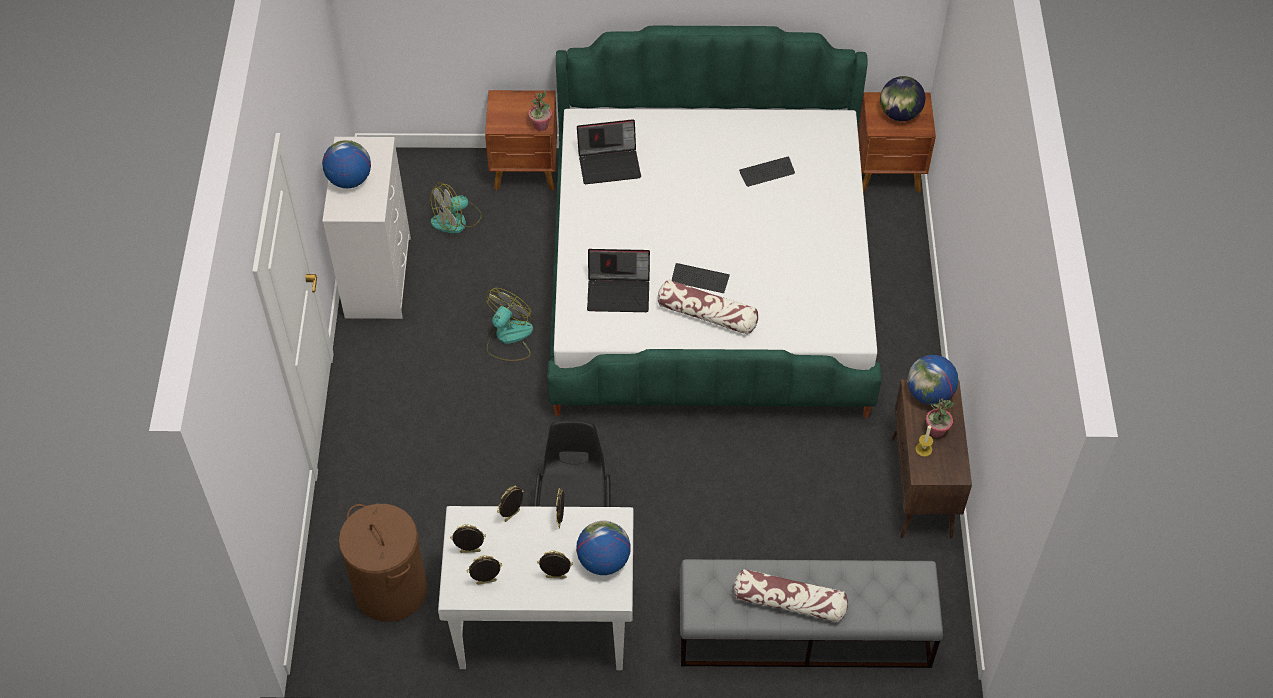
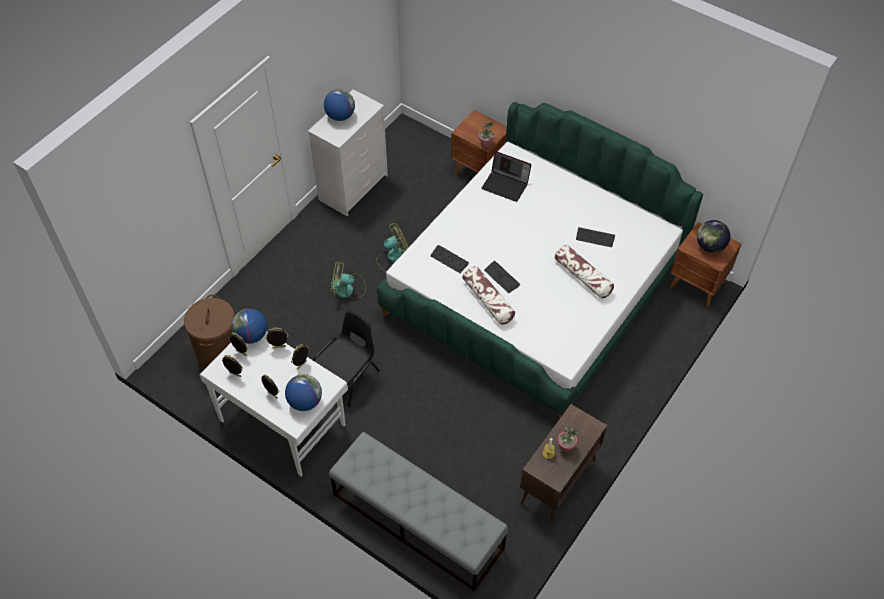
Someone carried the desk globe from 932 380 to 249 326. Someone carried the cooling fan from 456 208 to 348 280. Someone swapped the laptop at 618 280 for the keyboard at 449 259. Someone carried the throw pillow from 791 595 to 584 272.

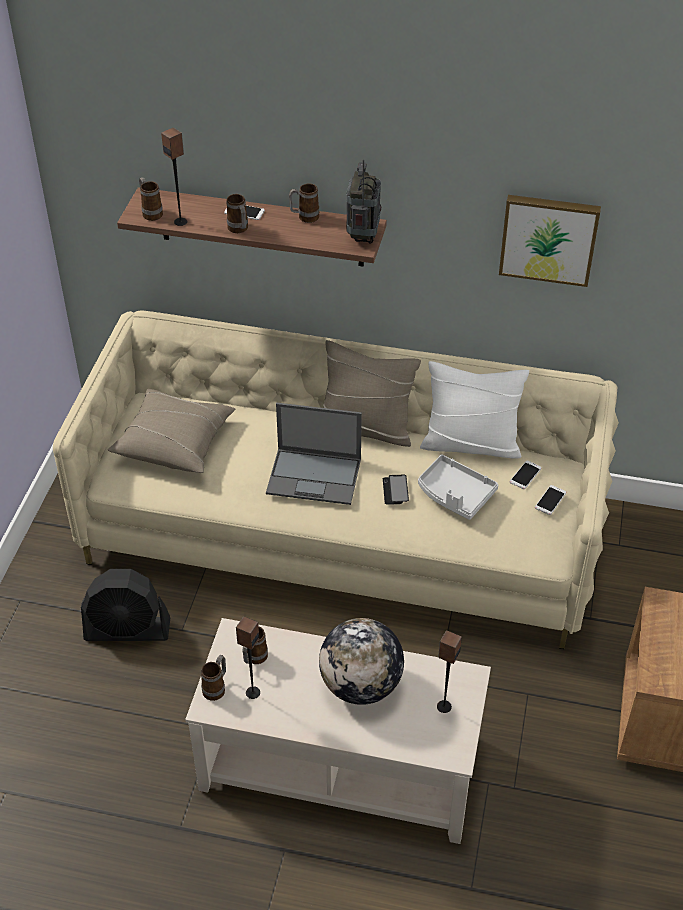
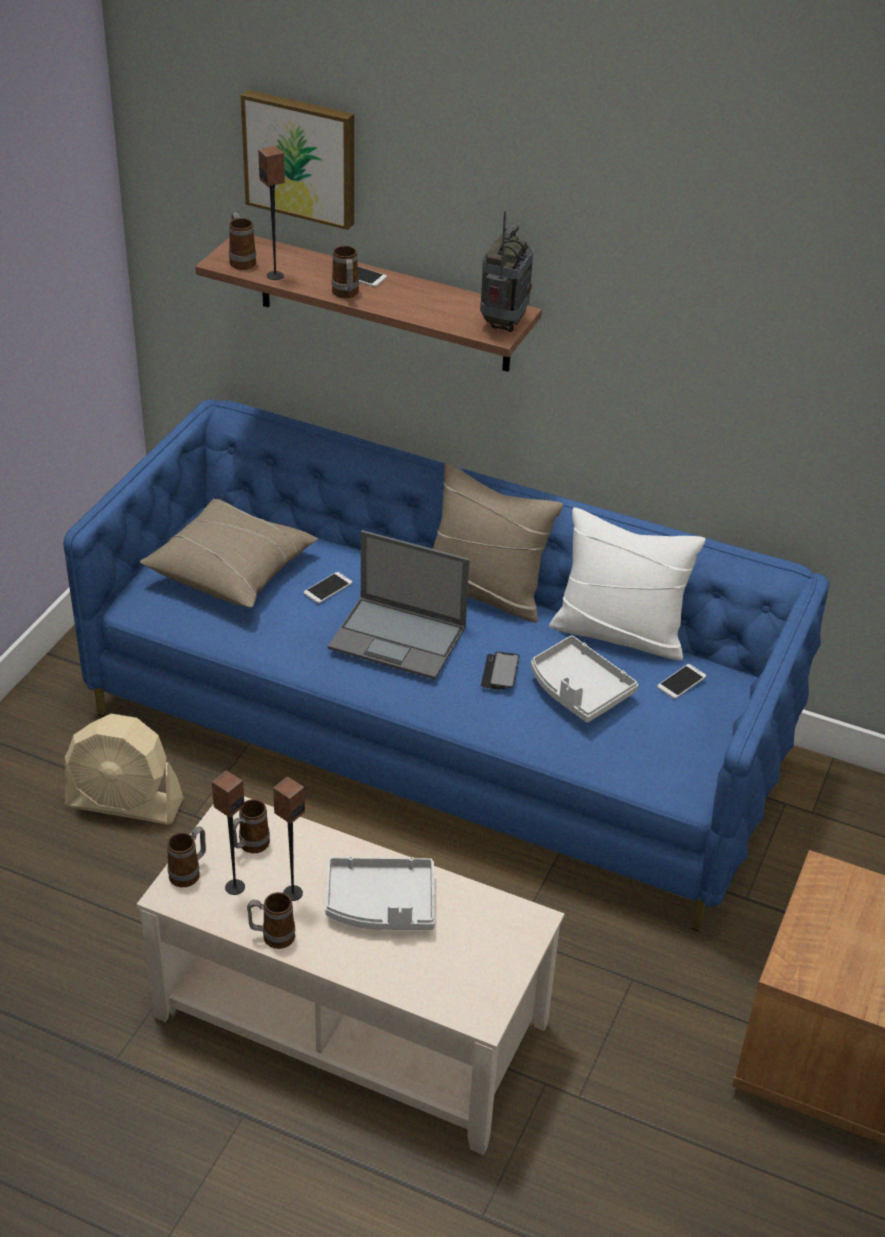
Someone repainted the beige sofa at 336 480, which became the blue sofa at 446 665. Someone repainted the blackish cooling fan at 125 605, which became the beige cooling fan at 124 769. Someone carried the wall picture from 550 241 to 297 160. Someone carried the tea mug from 304 203 to 271 920. Someone carried the loudspeaker from 449 671 to 289 838. Someone carried the handset from 550 500 to 328 587. Someone swapped the desk globe at 361 661 for the grey tray at 380 893.

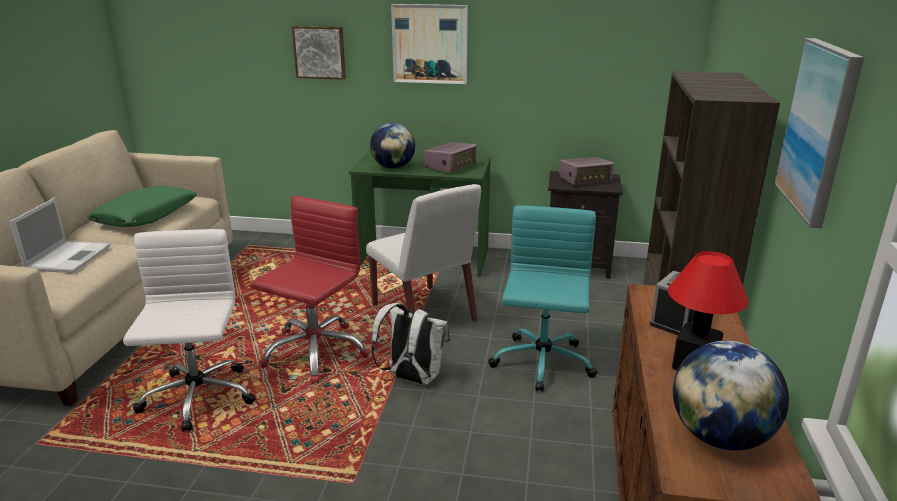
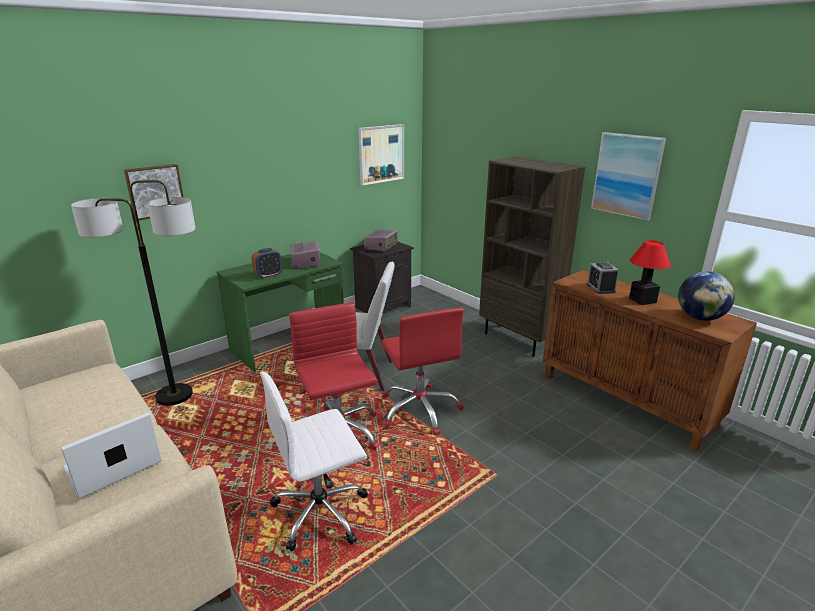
Someone rotated the laptop at 60 235 by 90 degrees counterclockwise. Someone put down the floor lamp at 133 293. Someone swapped the desk globe at 392 146 for the table clock at 267 263. Someone rotated the whitish office chair at 189 330 by 60 degrees counterclockwise. Someone carried the wall picture from 429 44 to 381 154. Someone swapped the whitish backpack at 410 344 for the reddish office chair at 422 371. Someone took away the greenish throw pillow at 142 206. Someone took away the turquoise-coloured office chair at 543 299.

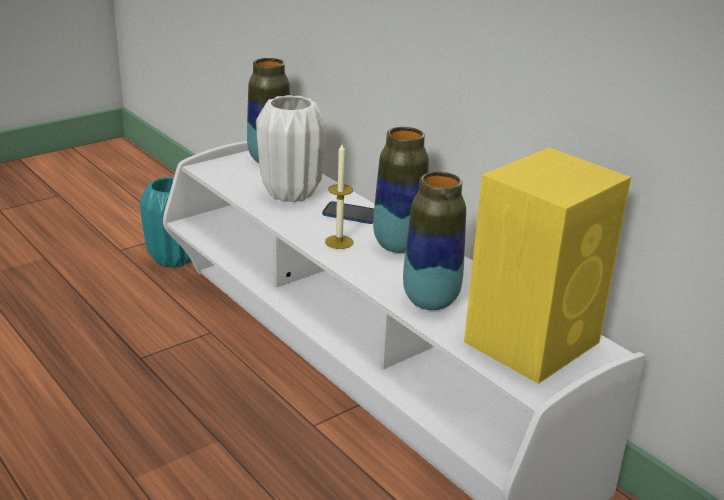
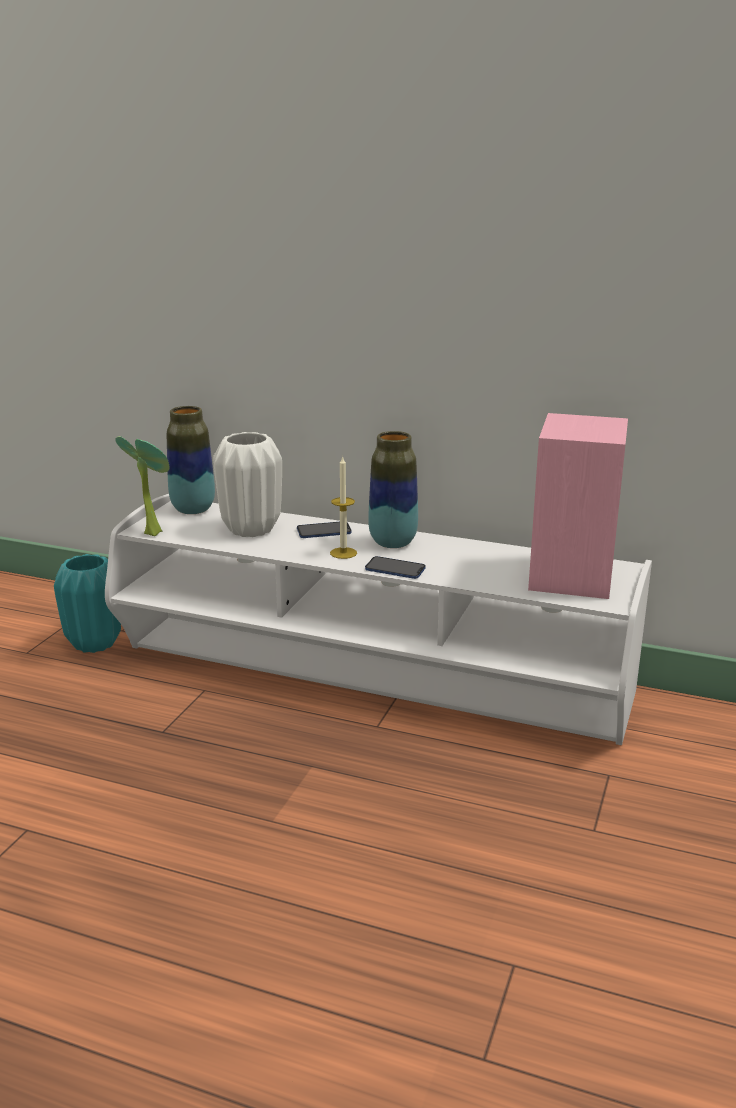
Someone put down the potted plant at 142 486. Someone put down the handset at 395 567. Someone repainted the yellowish loudspeaker at 547 266, which became the pink loudspeaker at 578 506. Someone took away the decorative vase at 434 241.

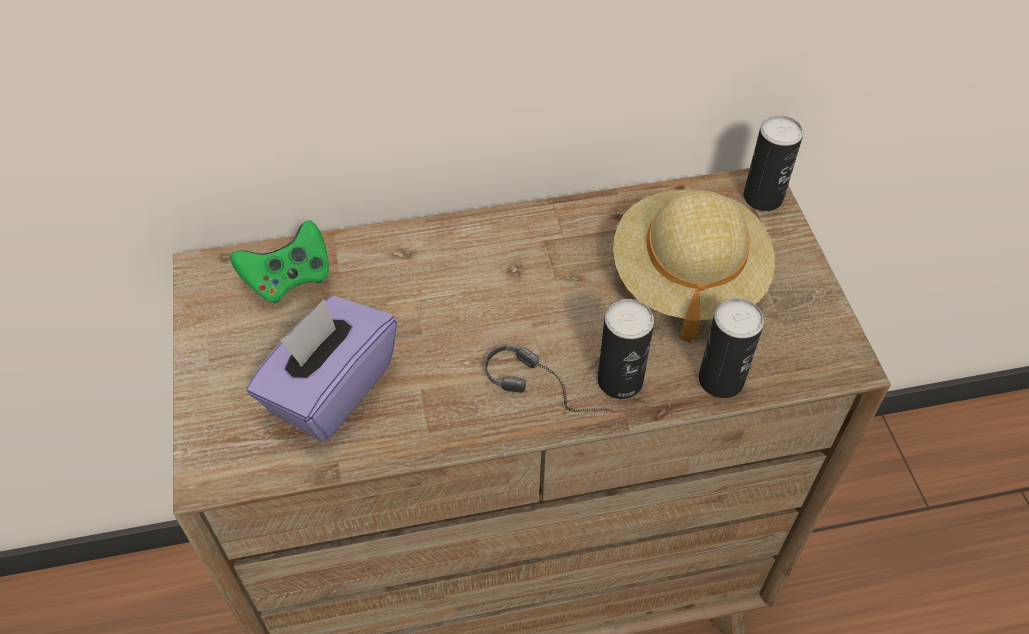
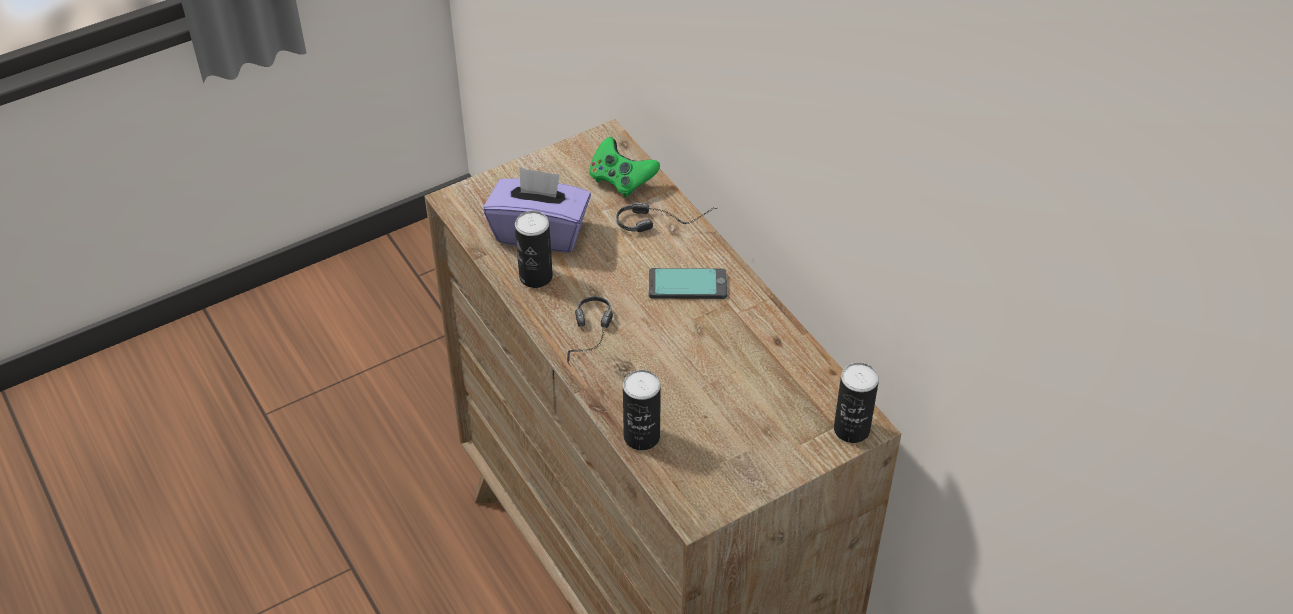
Someone carried the can from 626 349 to 534 249. Someone put down the headset at 666 217. Someone put down the handset at 688 283. Someone took away the beige clothing hat at 694 266.

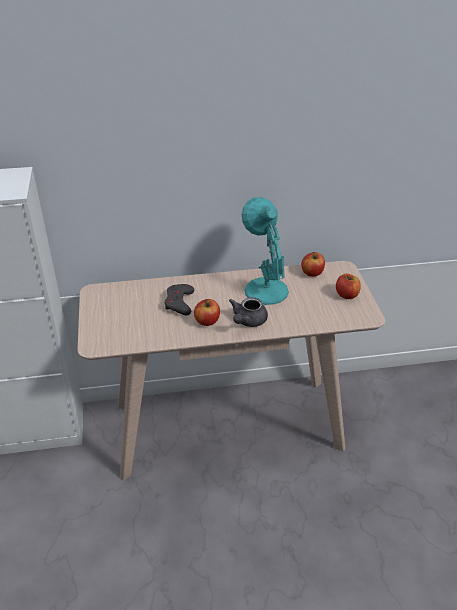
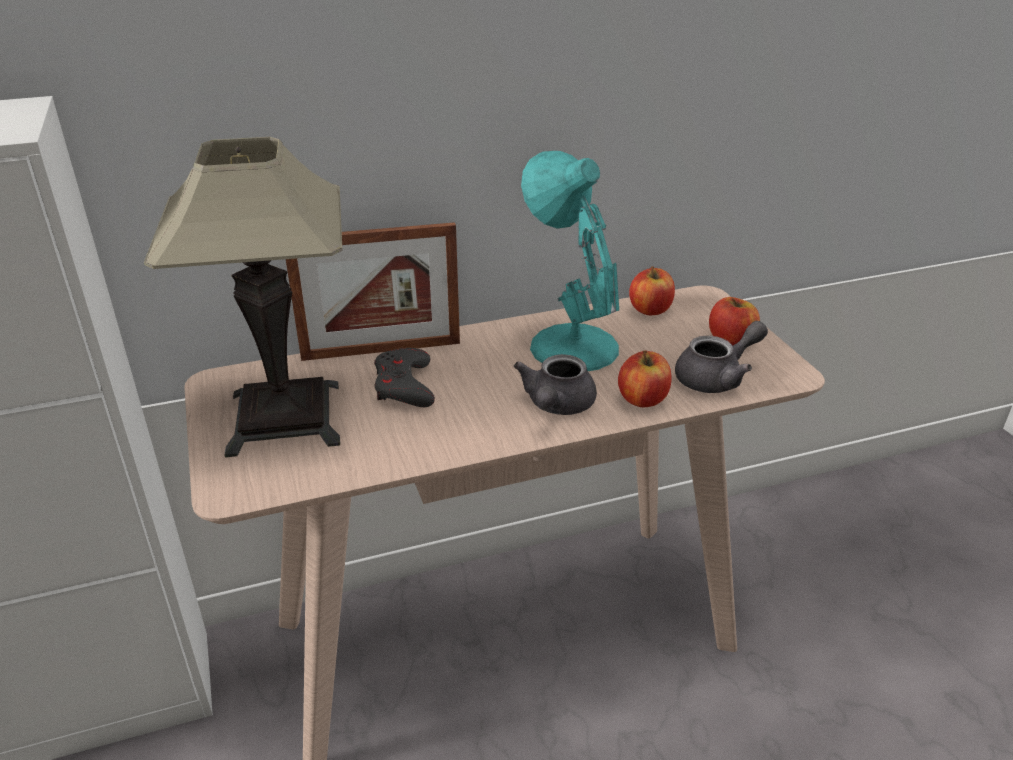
Someone put down the table lamp at 243 297. Someone put down the photo frame at 373 291. Someone carried the whole apple from 207 312 to 645 379. Someone put down the grey pot for tea at 721 357.

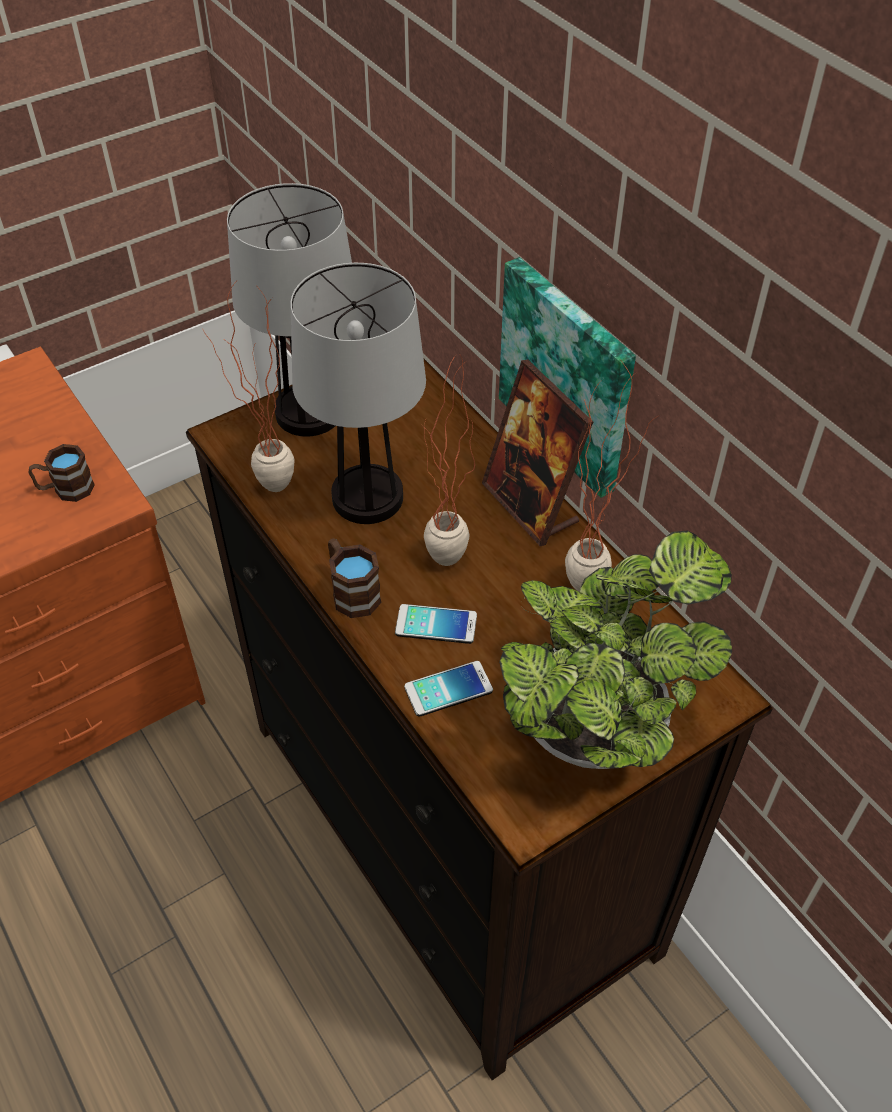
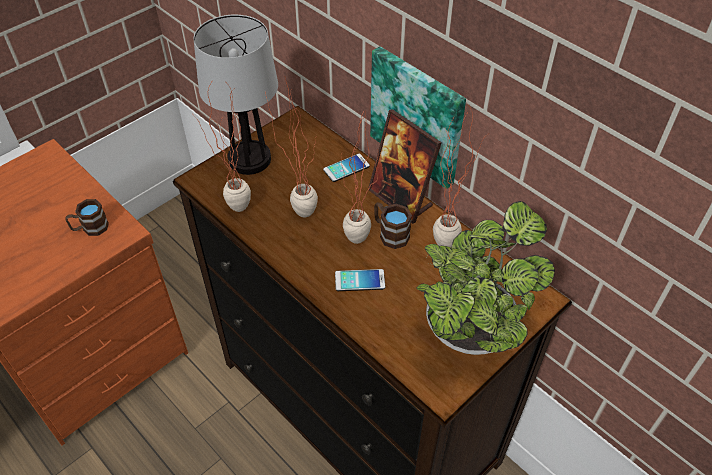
Someone swapped the table lamp at 358 393 for the potted plant at 291 147. Someone carried the handset from 448 689 to 346 168. Someone carried the brown tea mug from 354 578 to 393 225.

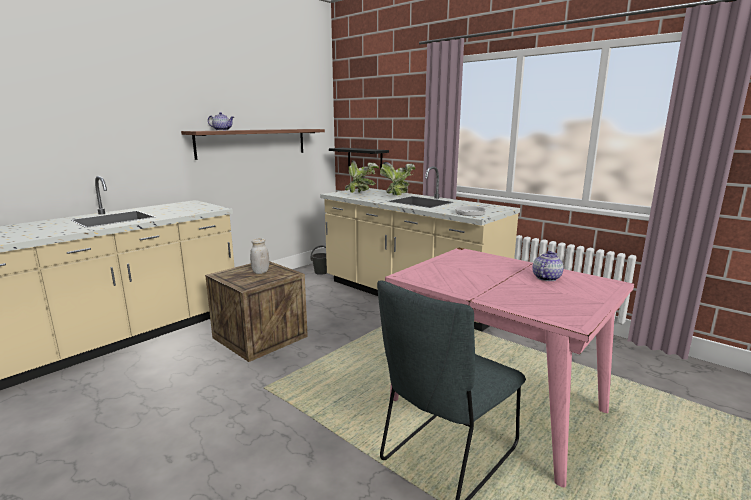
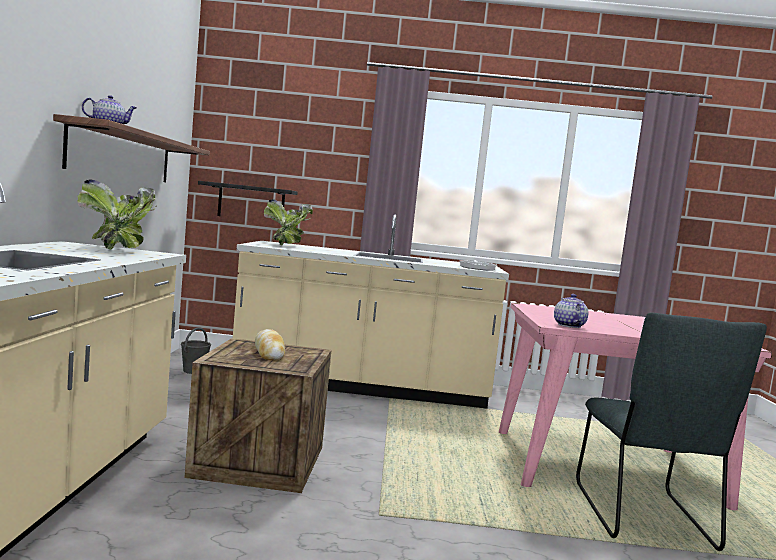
Someone carried the potted plant from 397 179 to 116 214. Someone swapped the whitish preserve jar at 259 256 for the bread at 270 344. Someone carried the pot for tea from 548 266 to 571 311.

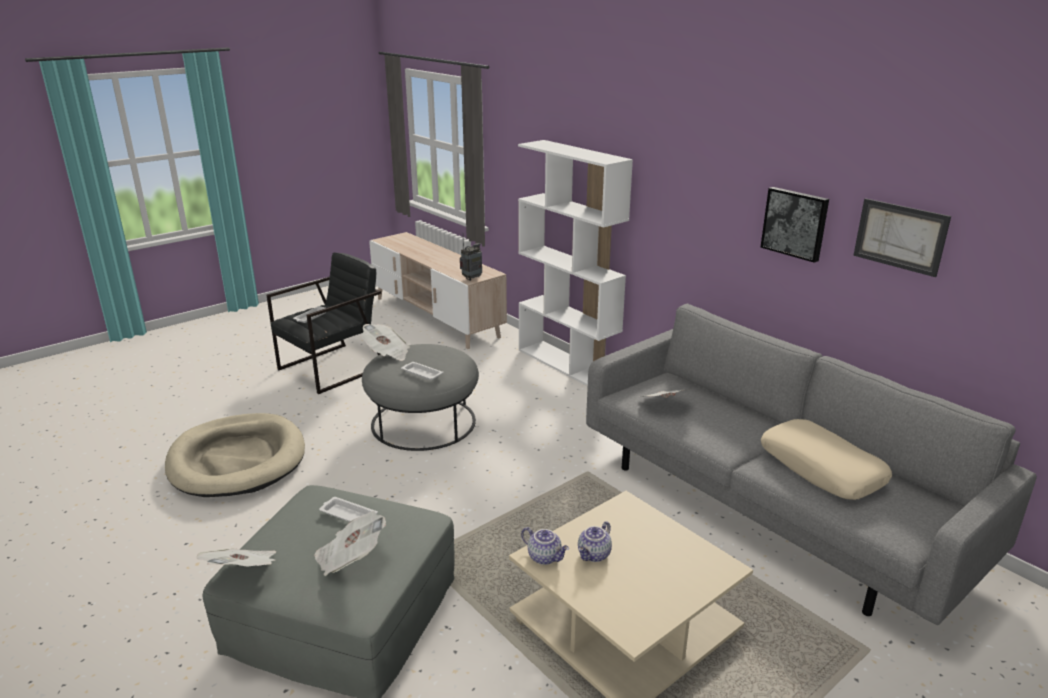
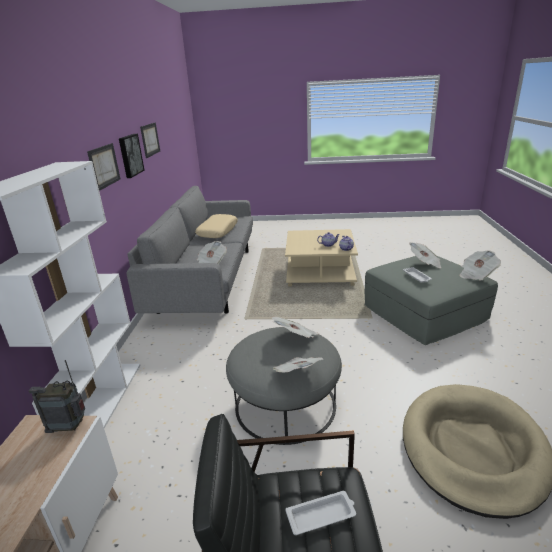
Someone put up the wall picture at 103 167. Someone swapped the whitish tray at 422 371 for the printed paper at 295 327.

